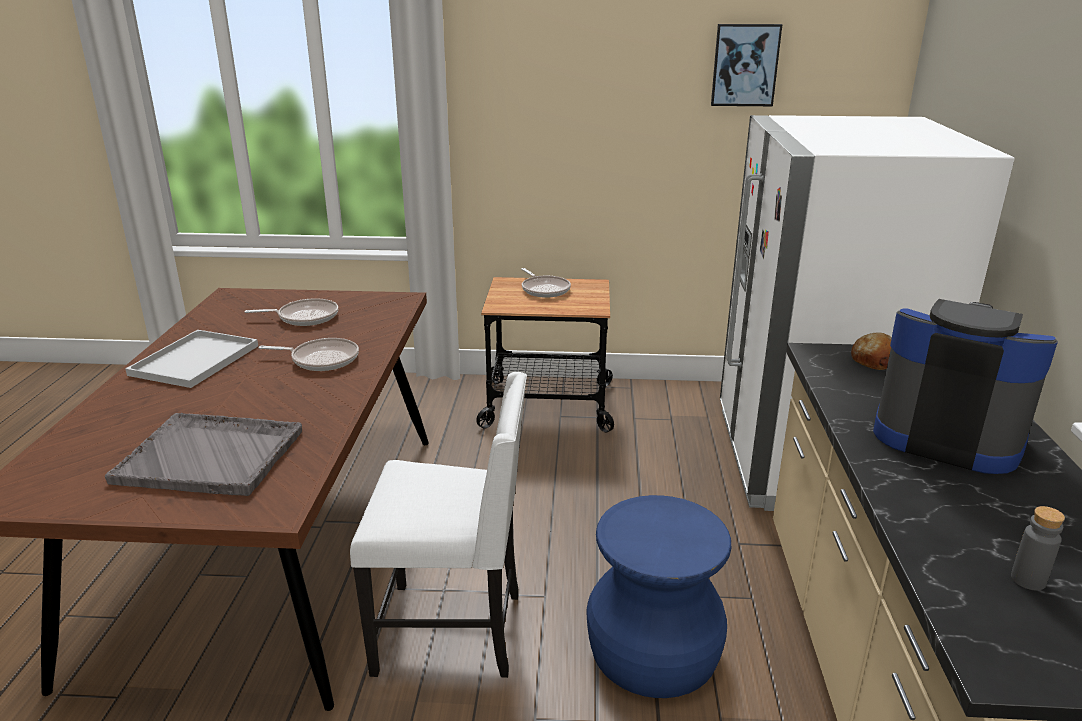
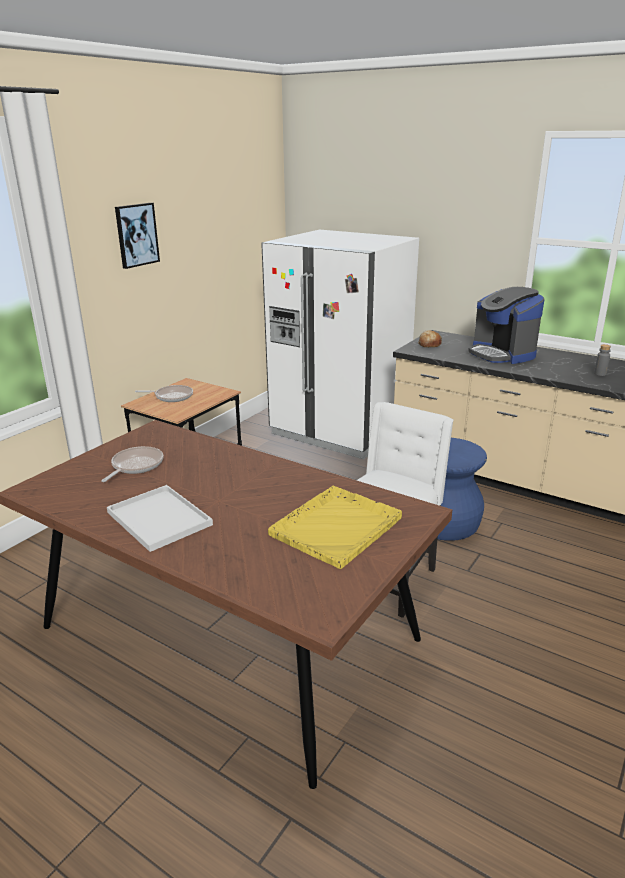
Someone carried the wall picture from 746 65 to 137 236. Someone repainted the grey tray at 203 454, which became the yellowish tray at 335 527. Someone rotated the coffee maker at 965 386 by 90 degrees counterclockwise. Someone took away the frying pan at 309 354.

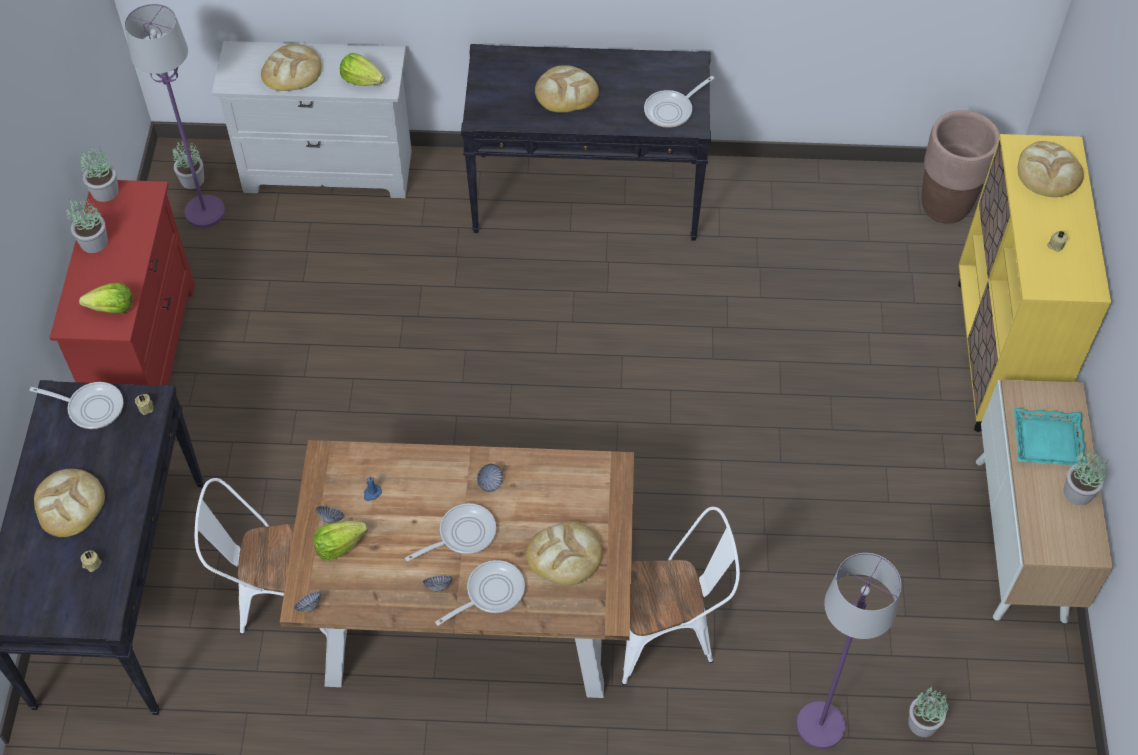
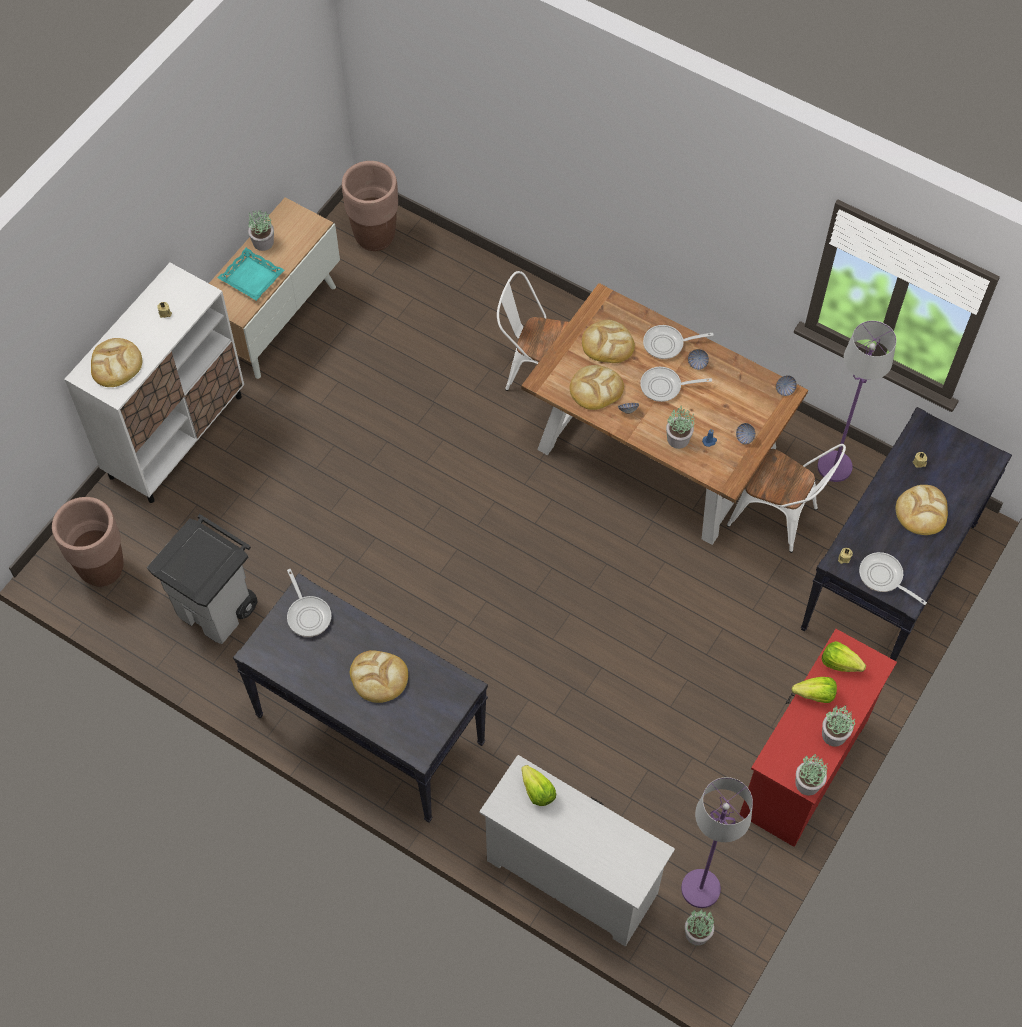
Someone repainted the yellowish cabinet at 1034 283, which became the whitish cabinet at 154 383. Someone put down the grey trash can at 202 579. Someone rotated the frying pan at 679 102 by 75 degrees clockwise. Someone put down the brown flower pot at 370 206. Someone carried the bread from 291 67 to 597 387. Someone carried the potted plant from 928 711 to 680 427. Someone carried the head of lettuce from 341 541 to 814 690. Someone carried the purple-coloured floor lamp from 848 651 to 857 401.

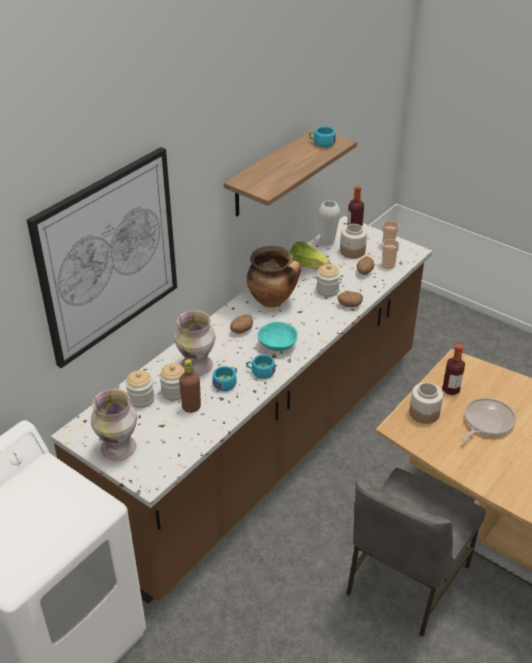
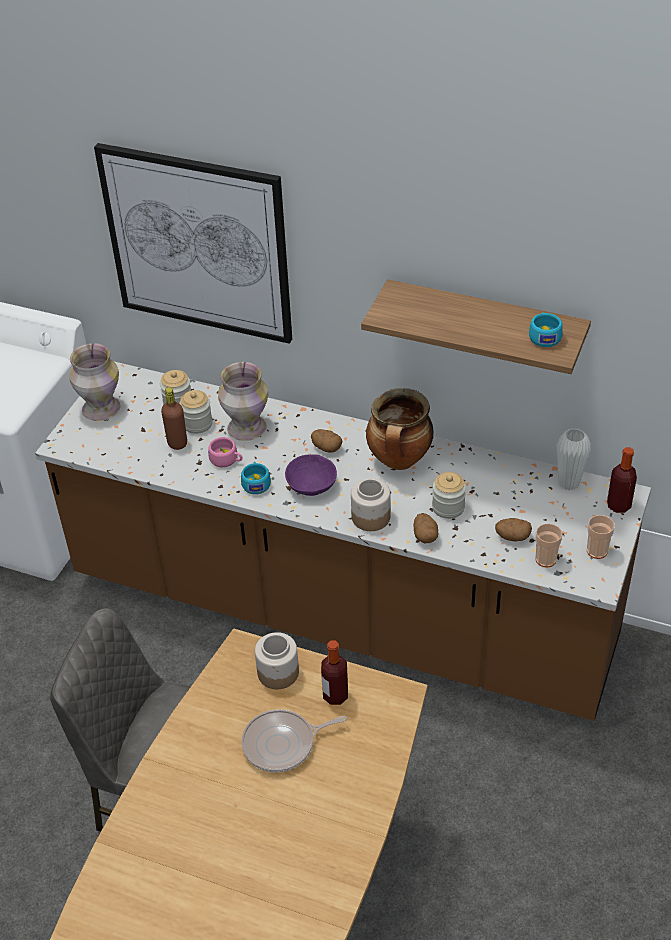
Someone repainted the turquoise-coloured drinking cup at 224 378, which became the pink drinking cup at 225 452. Someone rotated the frying pan at 488 420 by 135 degrees clockwise. Someone repainted the turquoise-coloured bowl at 278 336, which became the purple-coloured bowl at 311 475. Someone carried the preserve jar from 353 241 to 371 504. Someone took away the head of lettuce at 310 255.

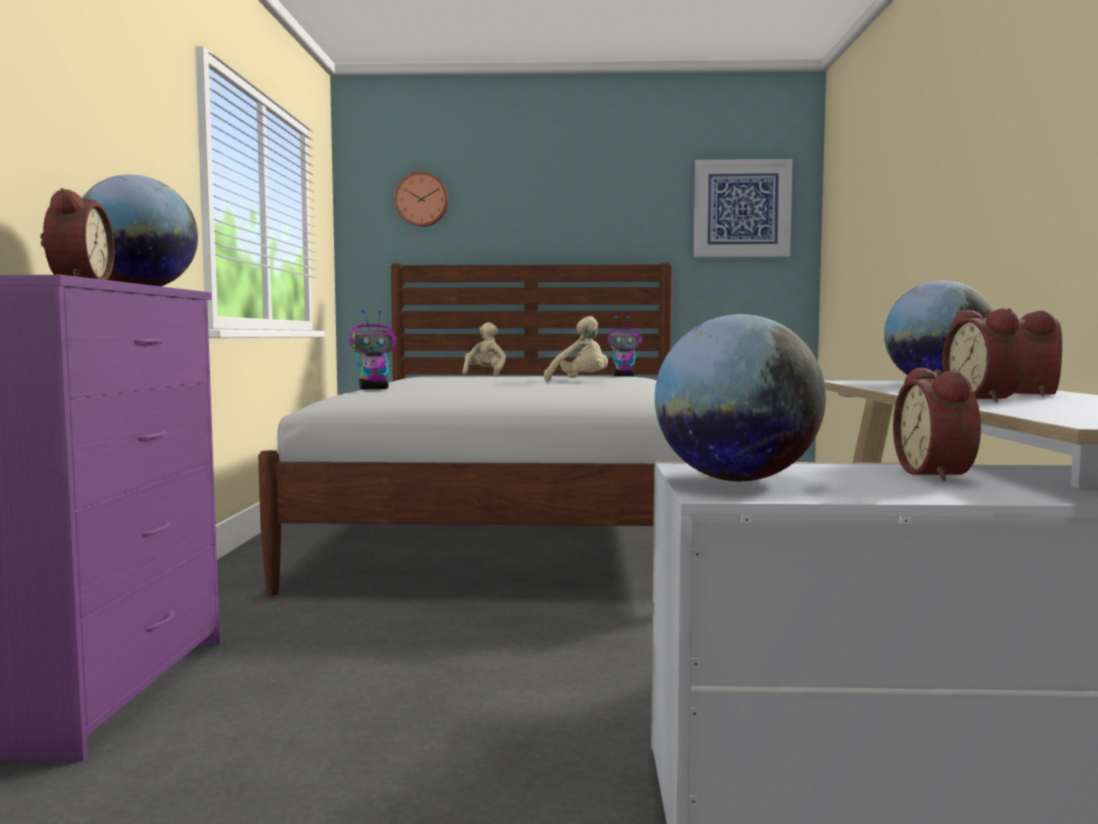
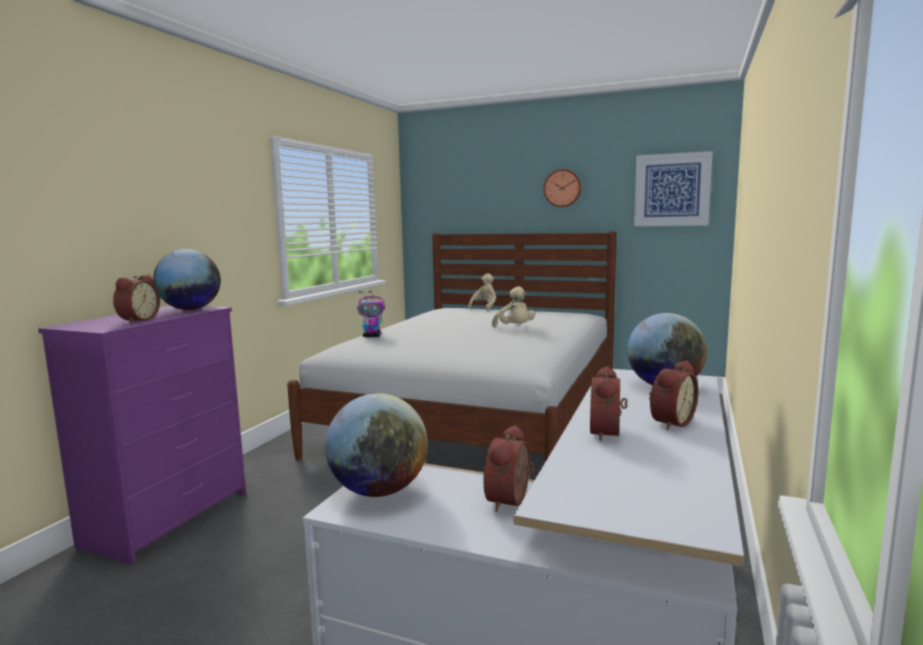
Someone carried the hanging clock from 421 199 to 562 188. Someone took away the toy robot at 624 346.

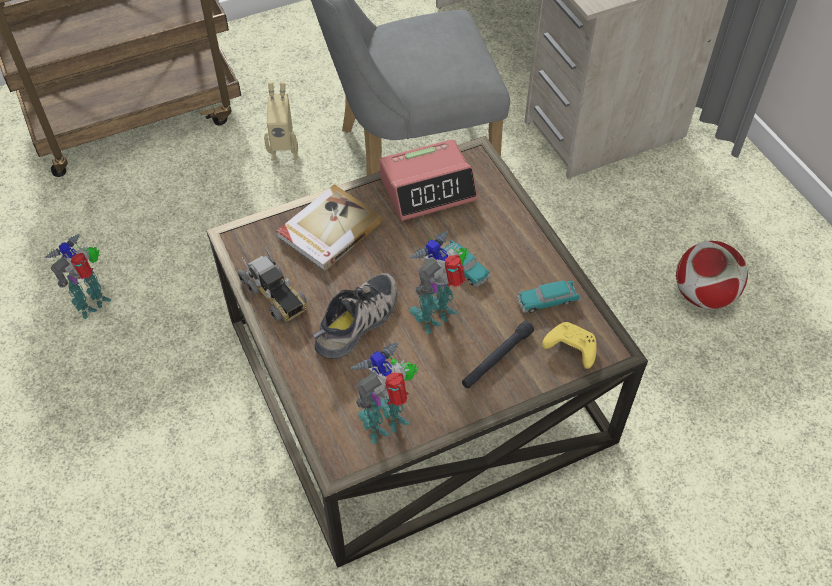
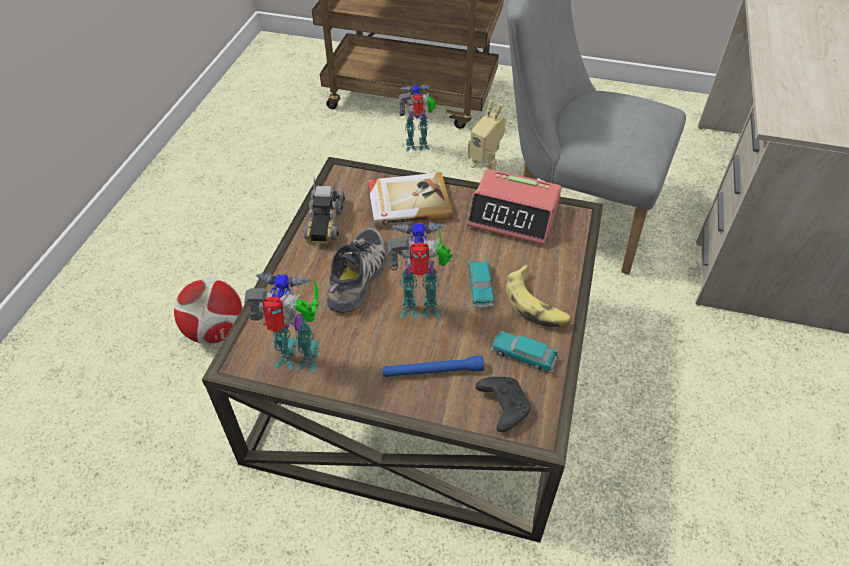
Someone carried the ball for football from 712 275 to 208 311. Someone rotated the low shoe at 355 316 by 60 degrees counterclockwise. Someone repainted the blackish torch at 498 354, which became the blue torch at 433 366. Someone carried the toy robot from 78 276 to 417 118. Someone repainted the yellowish game controller at 569 345, which became the blackish game controller at 503 404. Someone put down the banana fruit at 539 296.

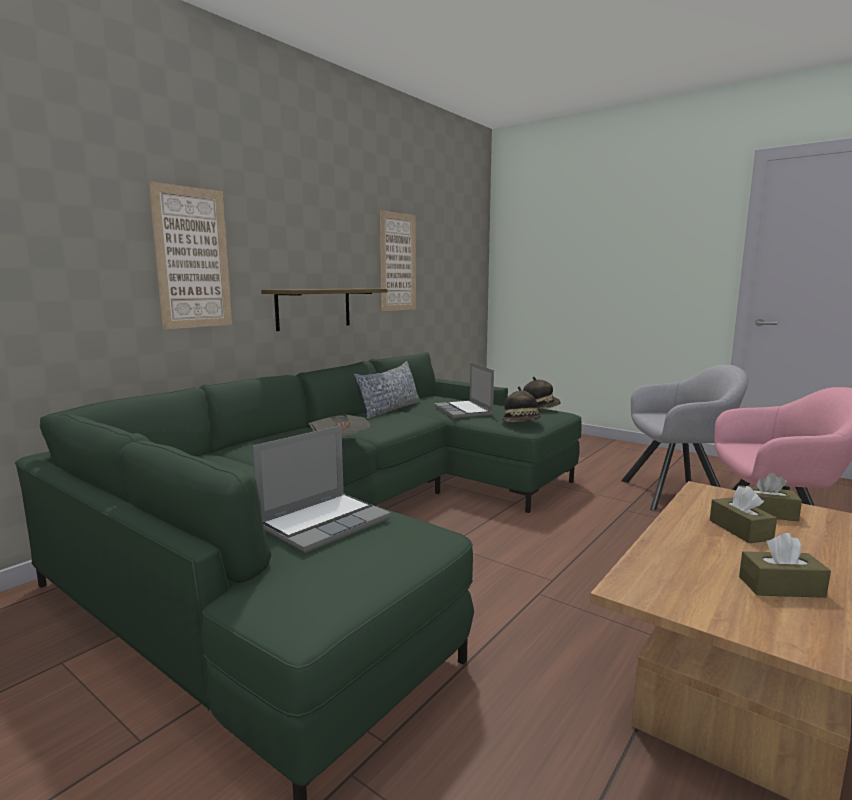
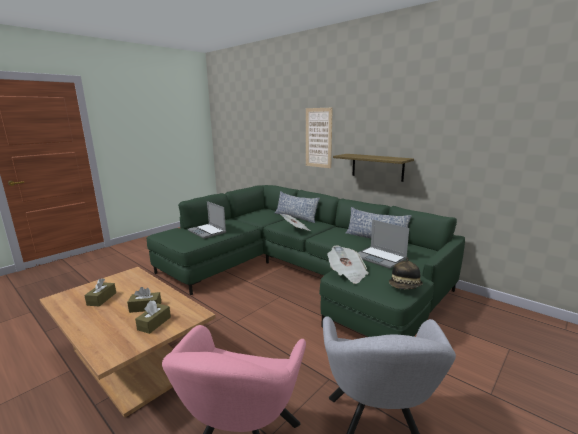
Someone put down the throw pillow at 297 207. Someone swapped the clothing hat at 522 404 for the printed paper at 348 264. Someone rotated the laptop at 464 390 by 120 degrees counterclockwise. Someone took away the wall picture at 398 260.

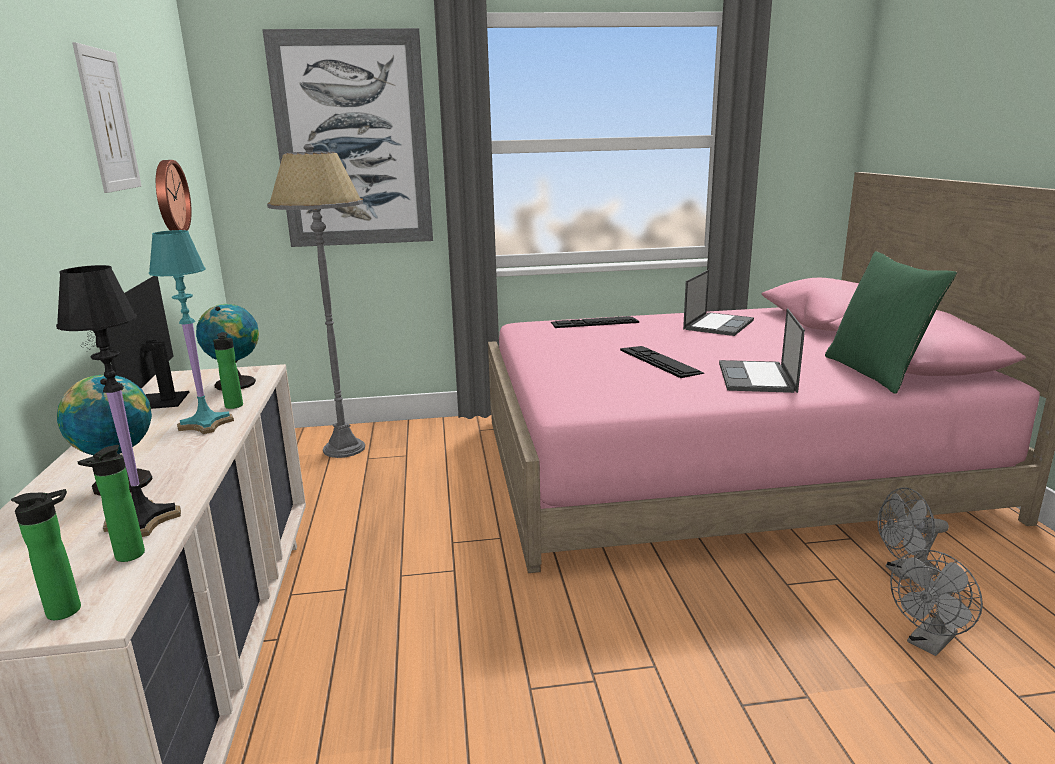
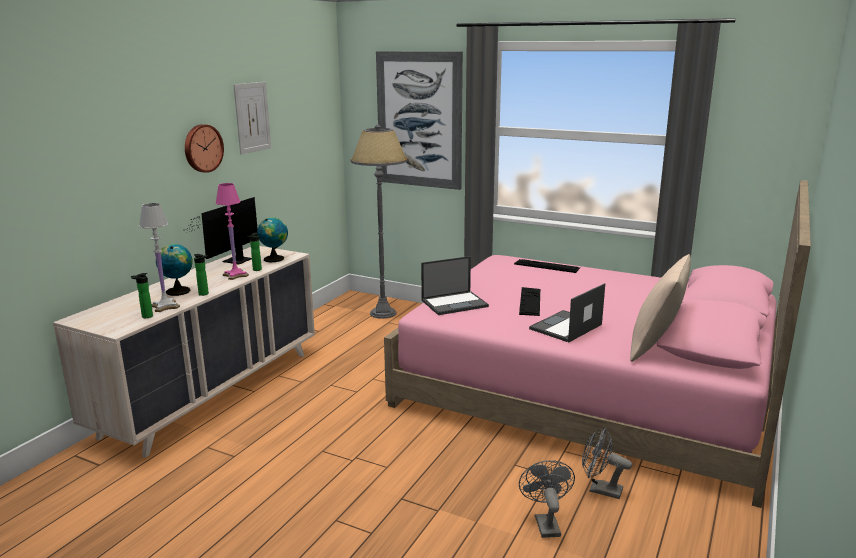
Someone repainted the blackish table lamp at 118 401, which became the whitish table lamp at 159 257. Someone carried the hanging clock from 174 195 to 204 148. Someone carried the drink bottle from 46 554 to 201 275. Someone repainted the turquoise-coloured table lamp at 191 332, which became the pink table lamp at 232 231. Someone carried the laptop from 718 303 to 455 285. Someone rotated the grey cooling fan at 936 602 by 90 degrees clockwise. Someone repainted the greenish throw pillow at 891 322, which became the beige throw pillow at 660 308.

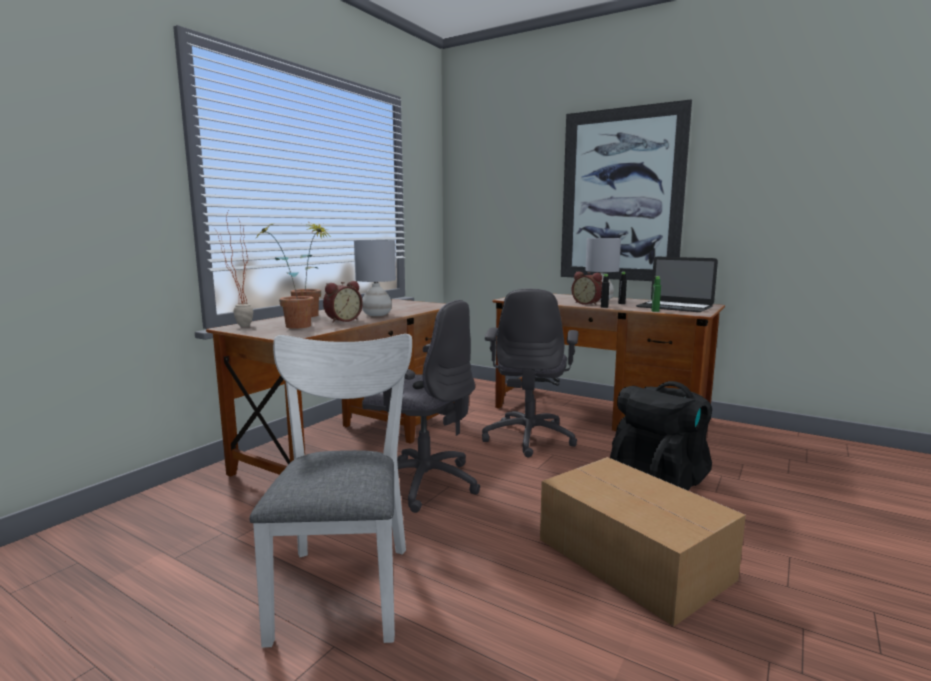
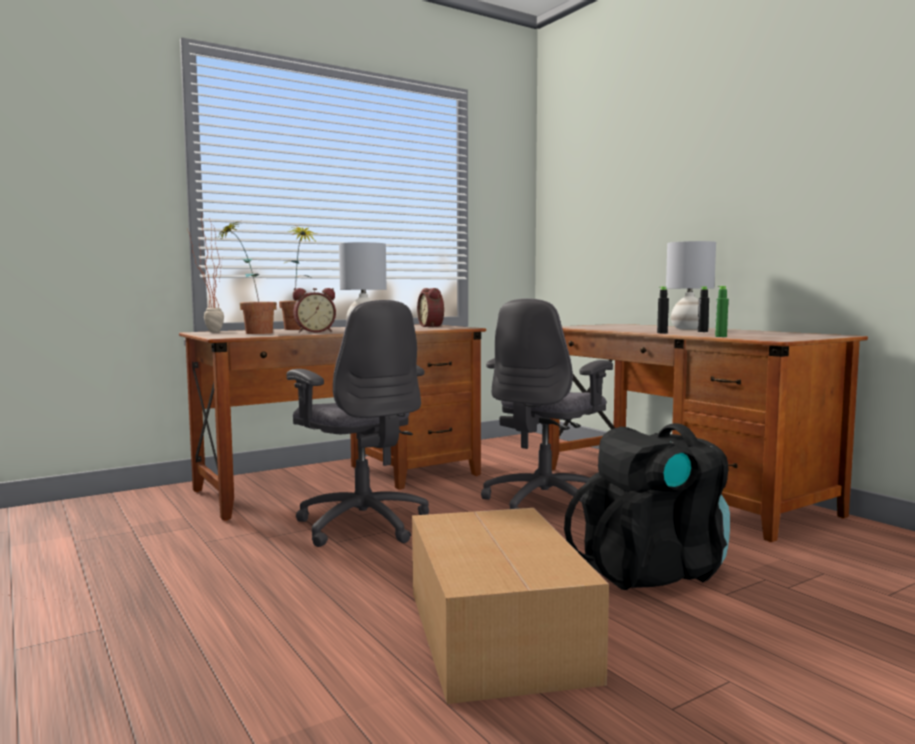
Someone carried the table clock from 586 288 to 430 308. Someone took away the whitish upright chair at 331 491. Someone took away the wall picture at 626 190. Someone took away the laptop at 677 284.

